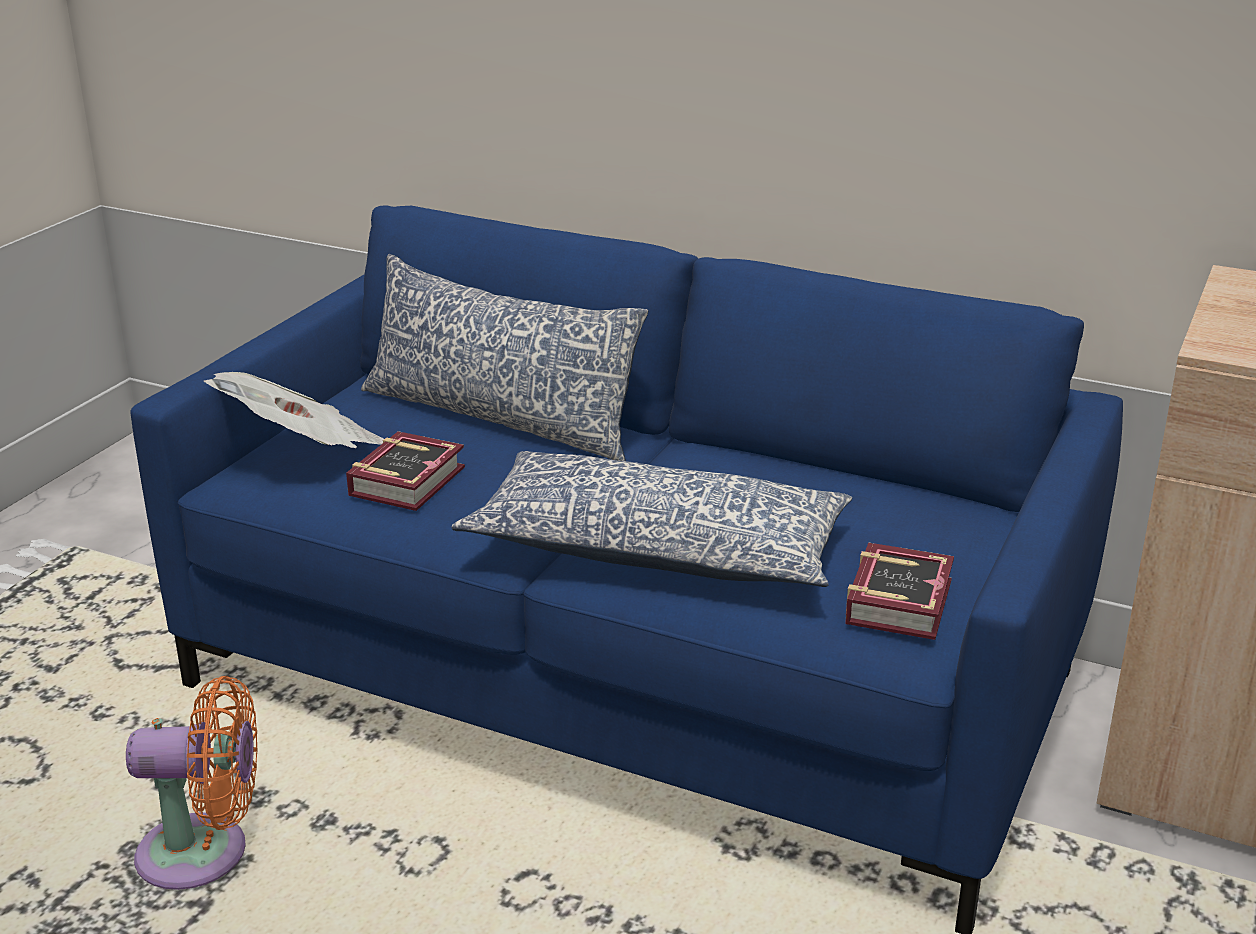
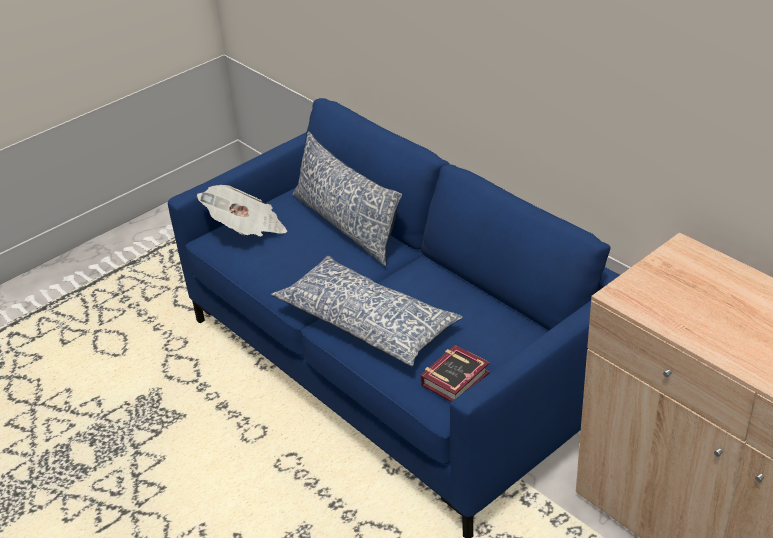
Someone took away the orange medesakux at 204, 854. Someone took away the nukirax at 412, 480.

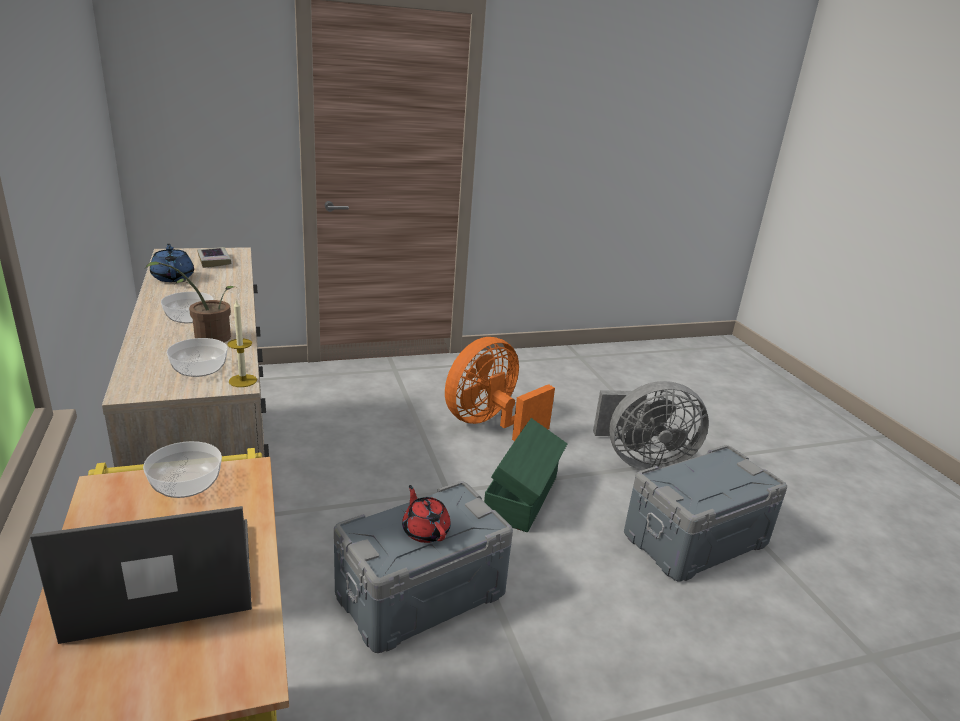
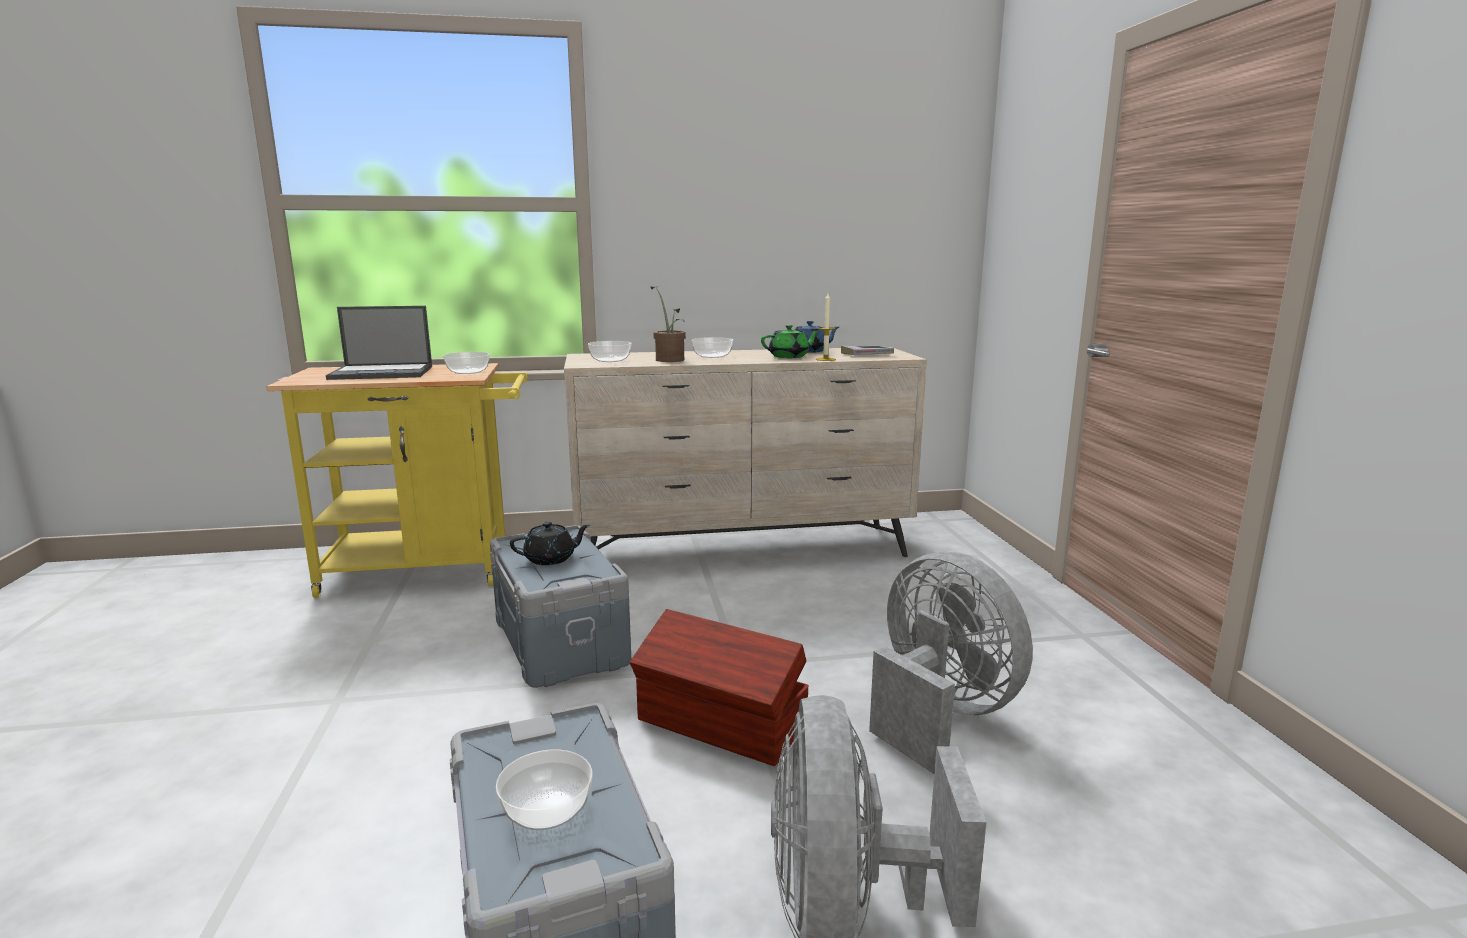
Someone rotated the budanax at 160, 579 by 90 degrees clockwise. Someone put down the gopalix at 545, 809. Someone repainted the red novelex at 425, 530, which became the black novelex at 551, 559. Someone repainted the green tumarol at 523, 497, which became the brown tumarol at 721, 725. Someone put down the green novelex at 789, 356. Someone carried the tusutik from 243, 380 to 825, 359. Someone repainted the orange medesakux at 490, 423, which became the grey medesakux at 939, 714.

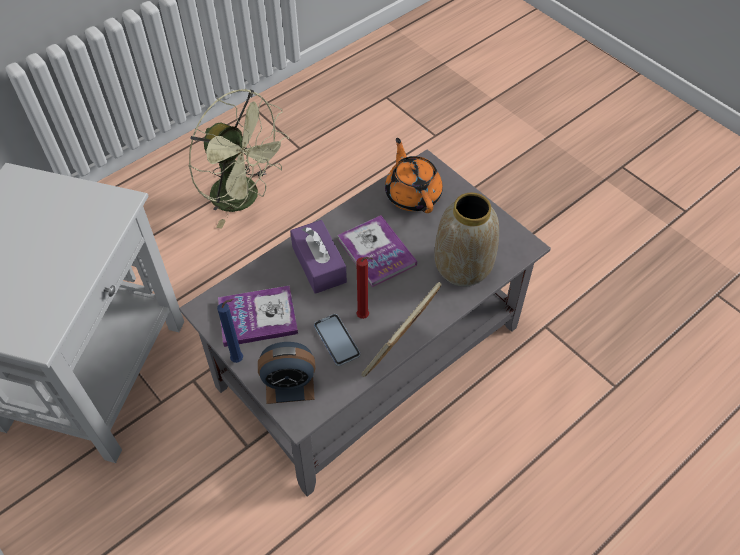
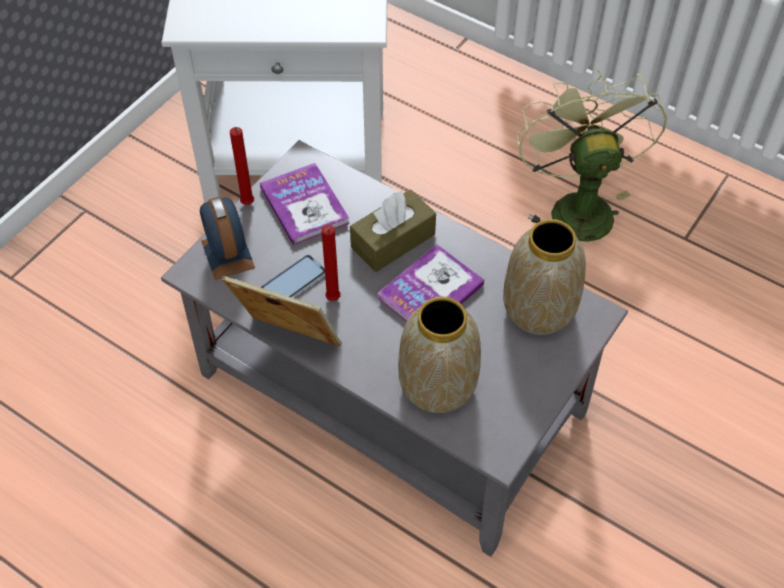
Someone repainted the blue tusutik at 239, 359, which became the red tusutik at 248, 205. Someone repainted the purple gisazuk at 319, 264, which became the brown gisazuk at 393, 241. Someone swapped the orange novelex at 412, 194 for the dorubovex at 538, 309. Someone rotated the green medesakux at 244, 198 by 150 degrees clockwise.

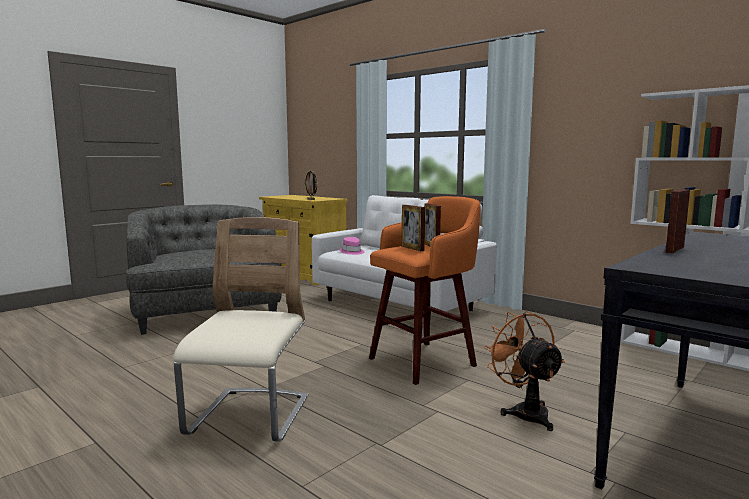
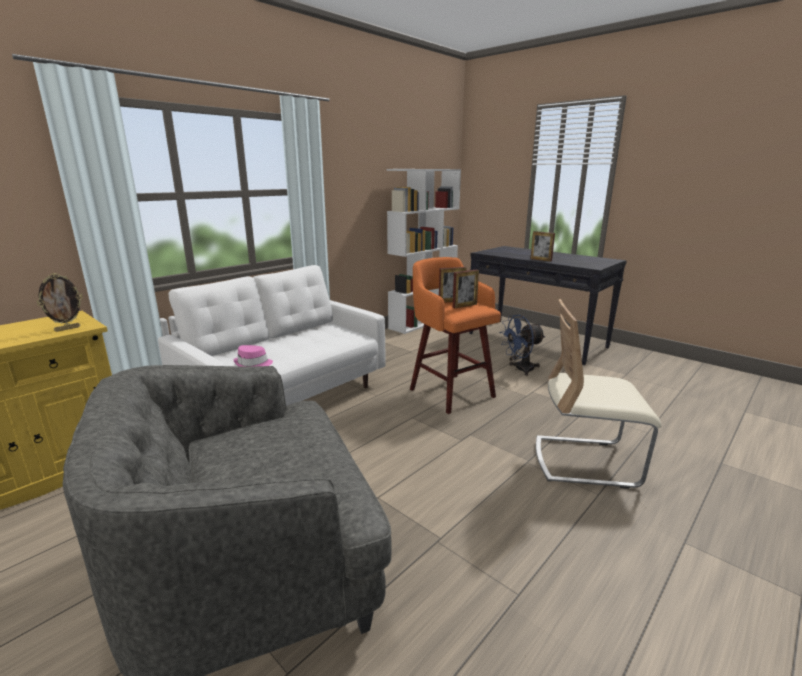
Someone repainted the orange medesakux at 525, 412, which became the blue medesakux at 520, 369.

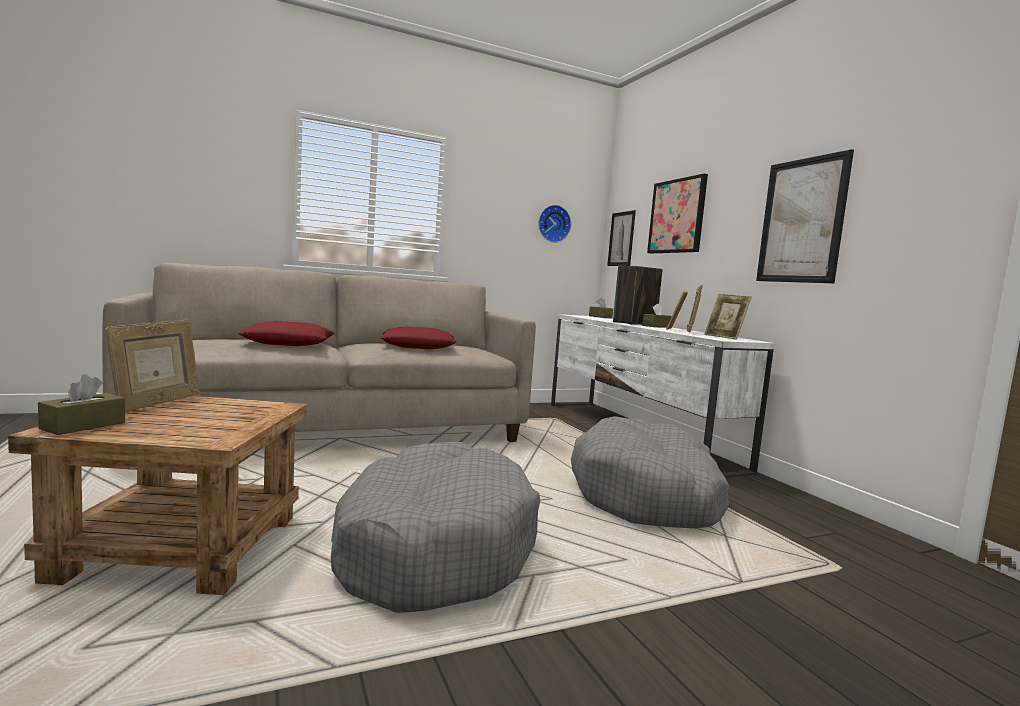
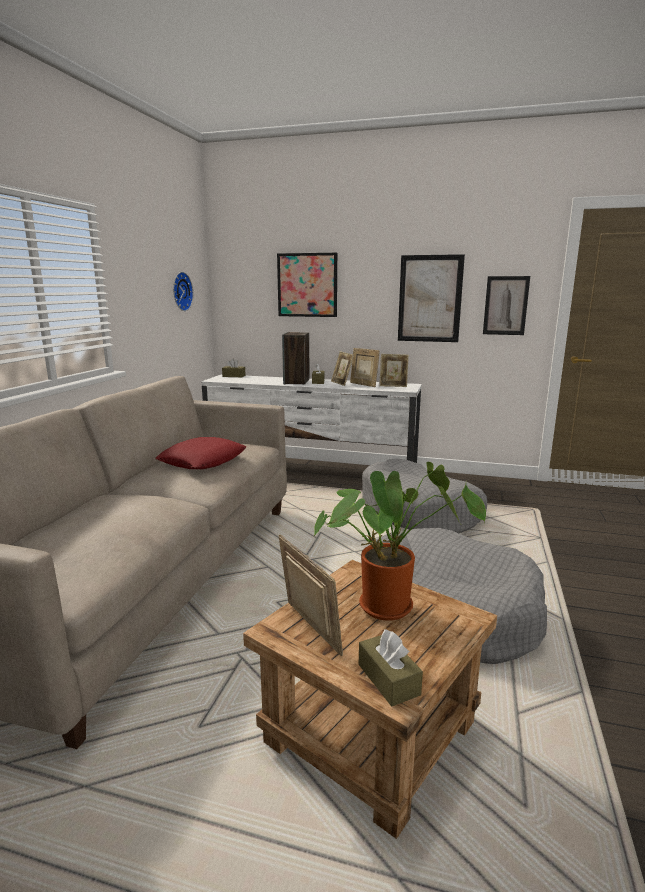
Someone put down the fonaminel at 391, 604. Someone carried the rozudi from 621, 239 to 505, 305. Someone took away the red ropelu at 288, 343.

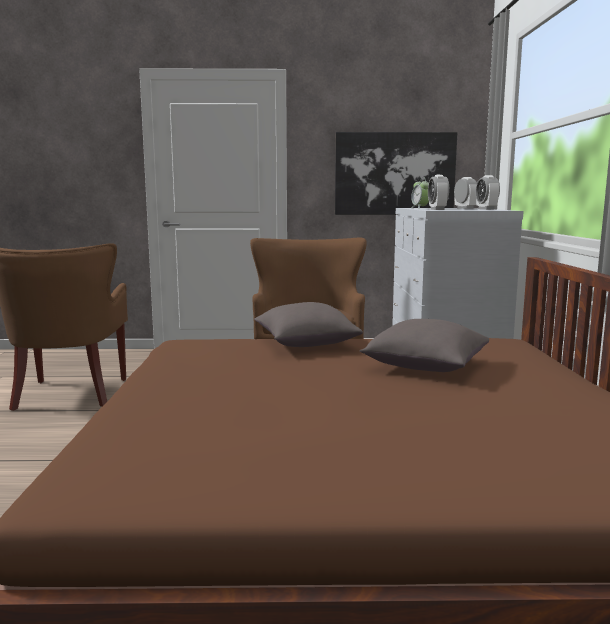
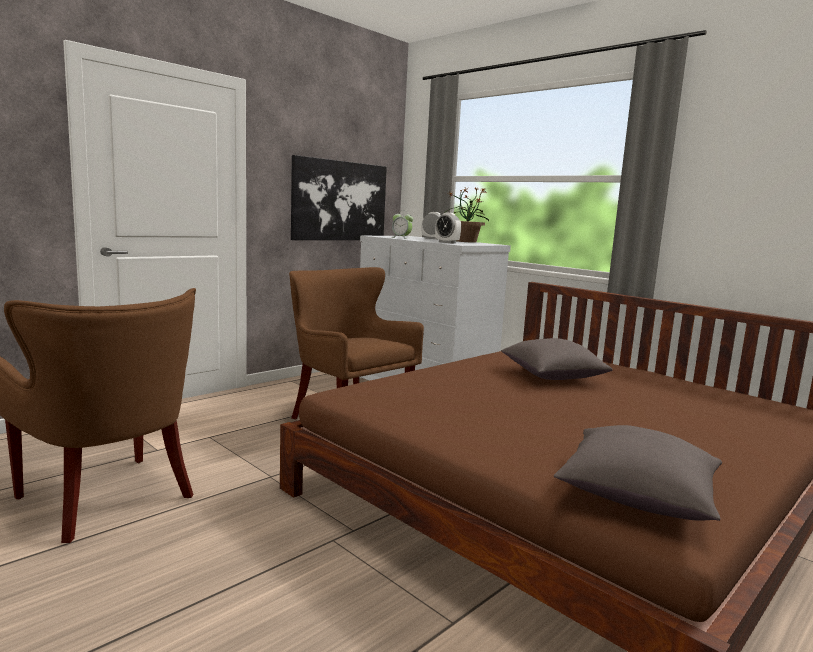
Someone swapped the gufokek at 486, 209 for the fonaminel at 465, 241. Someone carried the grey ropelu from 305, 344 to 636, 497.

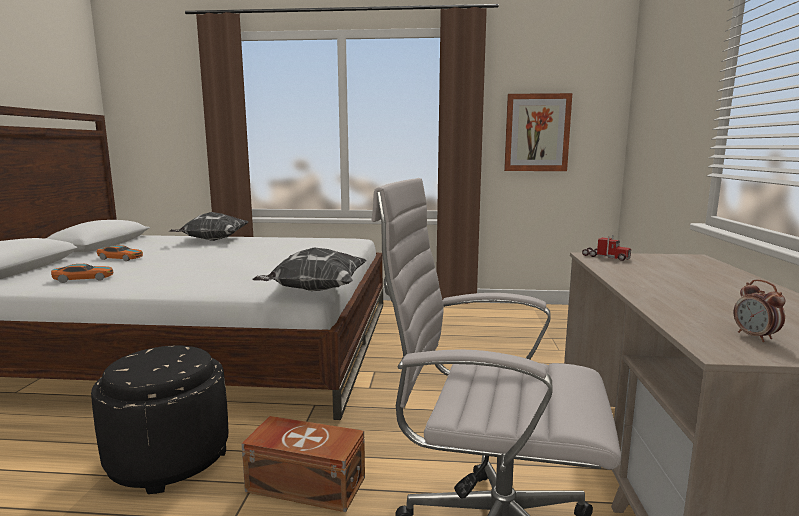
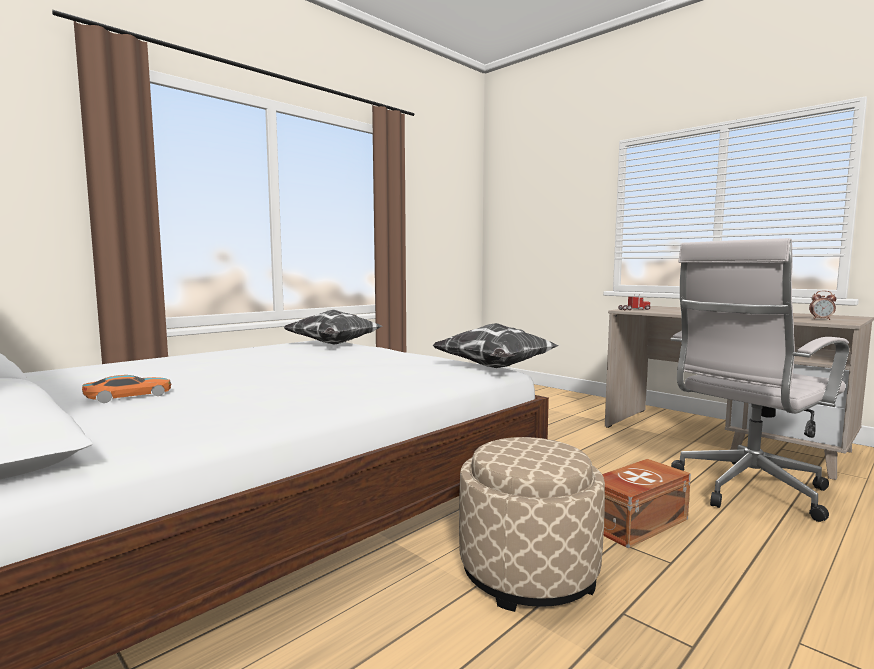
Someone carried the ropelu from 212, 240 to 334, 344. Someone repainted the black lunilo at 168, 458, which became the beige lunilo at 528, 572. Someone took away the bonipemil at 84, 279. Someone took away the rozudi at 537, 133.

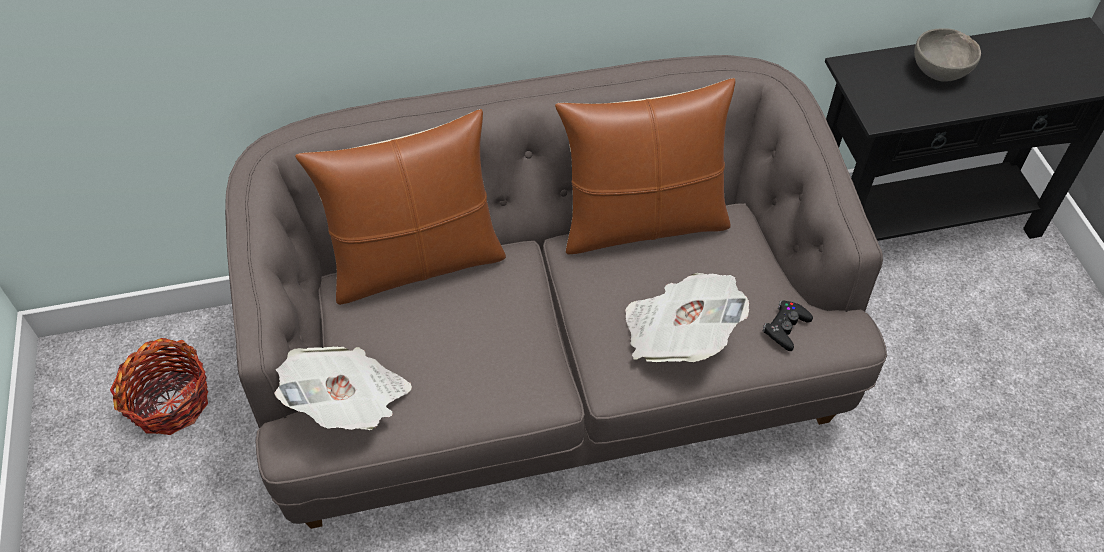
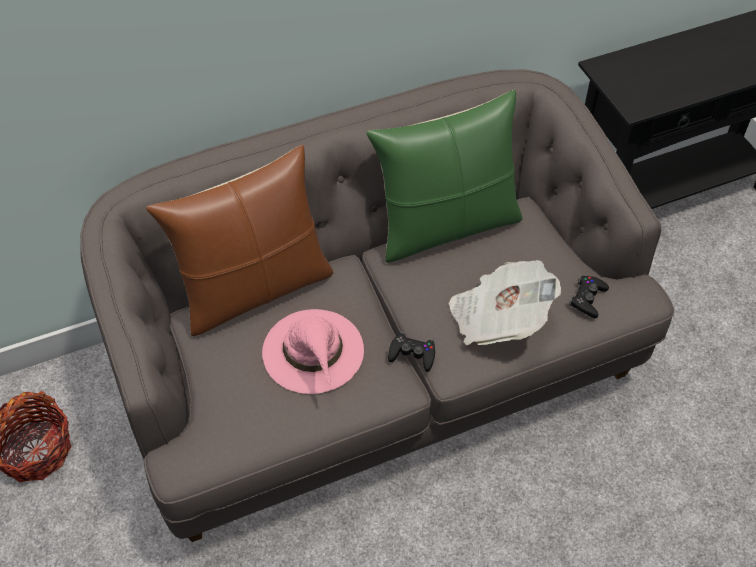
Someone put down the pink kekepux at 314, 352. Someone repainted the brown ropelu at 643, 222, which became the green ropelu at 446, 225. Someone put down the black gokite at 412, 354. Someone took away the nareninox at 350, 402. Someone took away the grey gopalix at 940, 73.

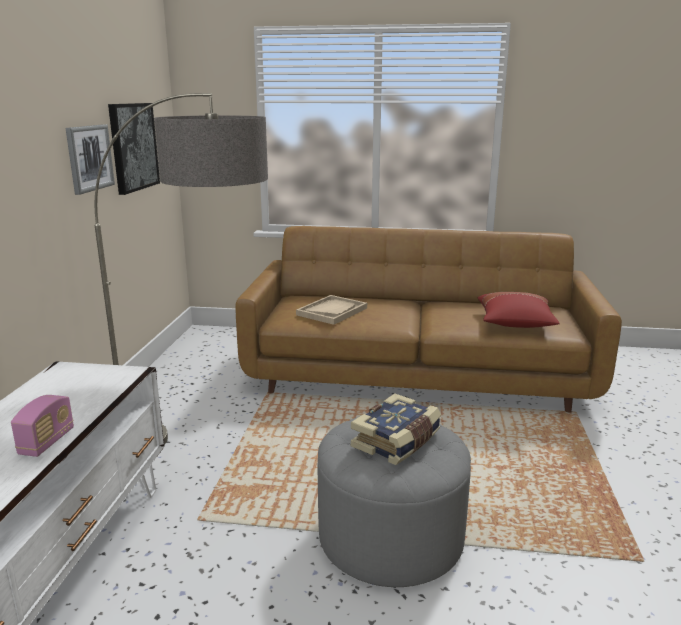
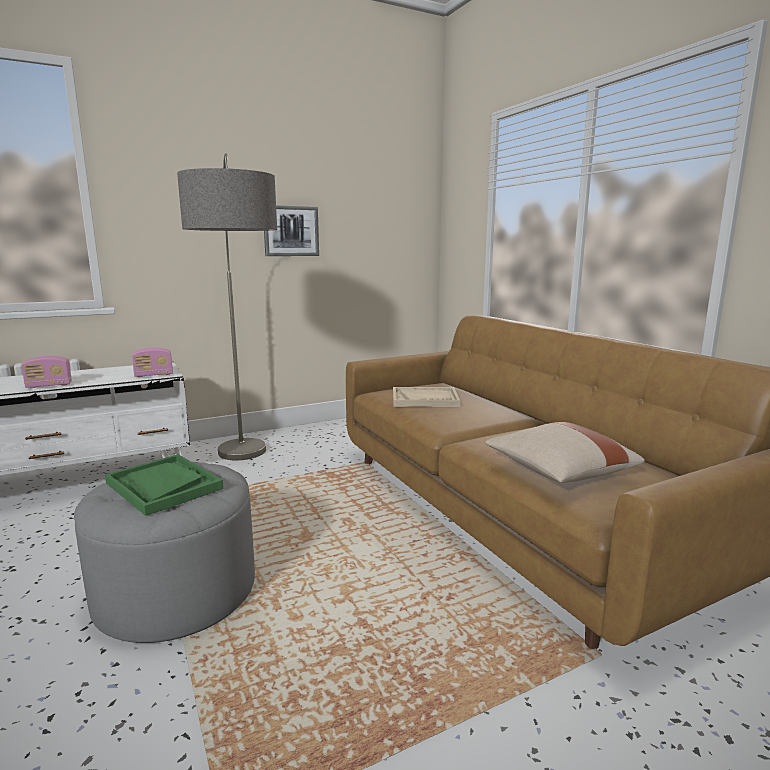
Someone swapped the nukirax at 397, 442 for the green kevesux at 163, 486. Someone put down the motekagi at 154, 375. Someone repainted the red ropelu at 515, 324, which became the beige ropelu at 558, 472. Someone took away the rozudi at 133, 147.

